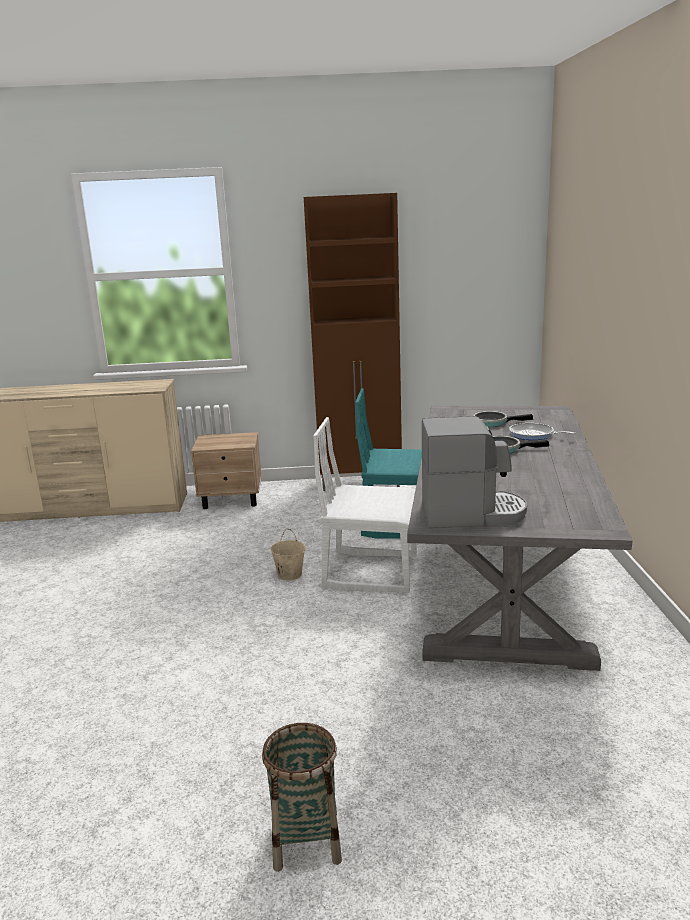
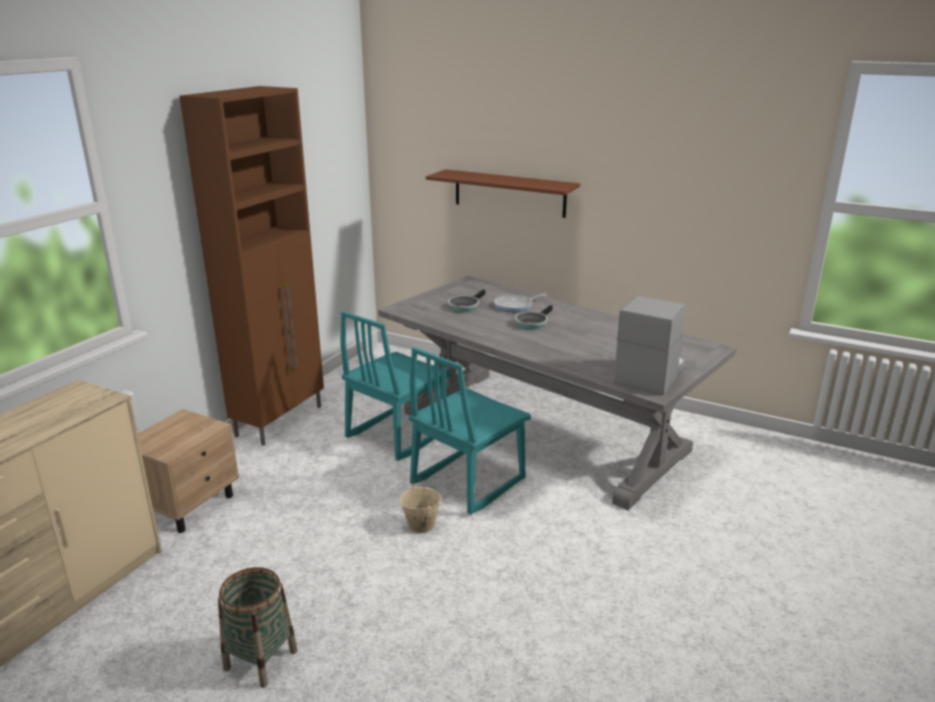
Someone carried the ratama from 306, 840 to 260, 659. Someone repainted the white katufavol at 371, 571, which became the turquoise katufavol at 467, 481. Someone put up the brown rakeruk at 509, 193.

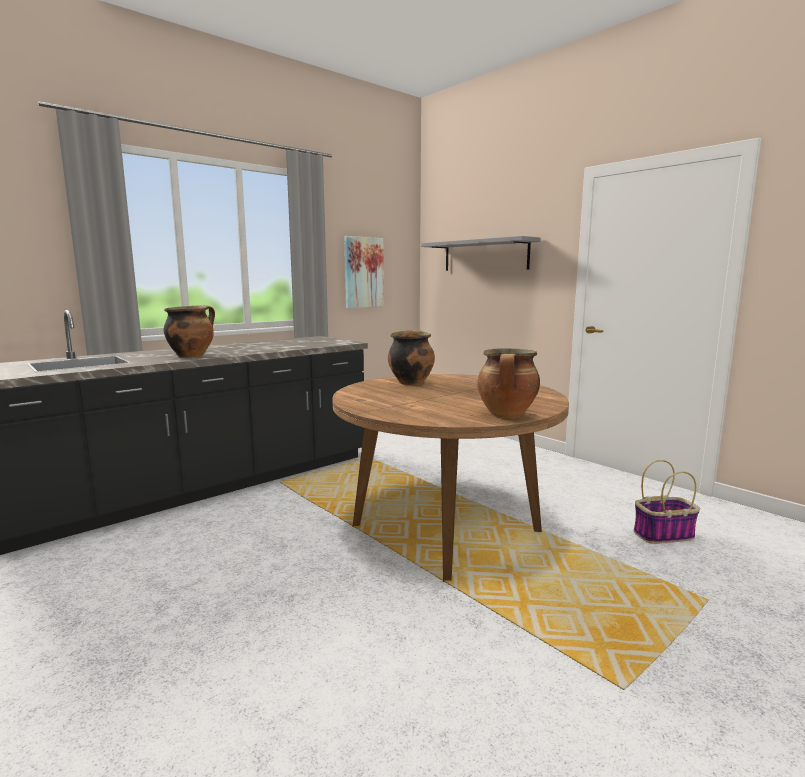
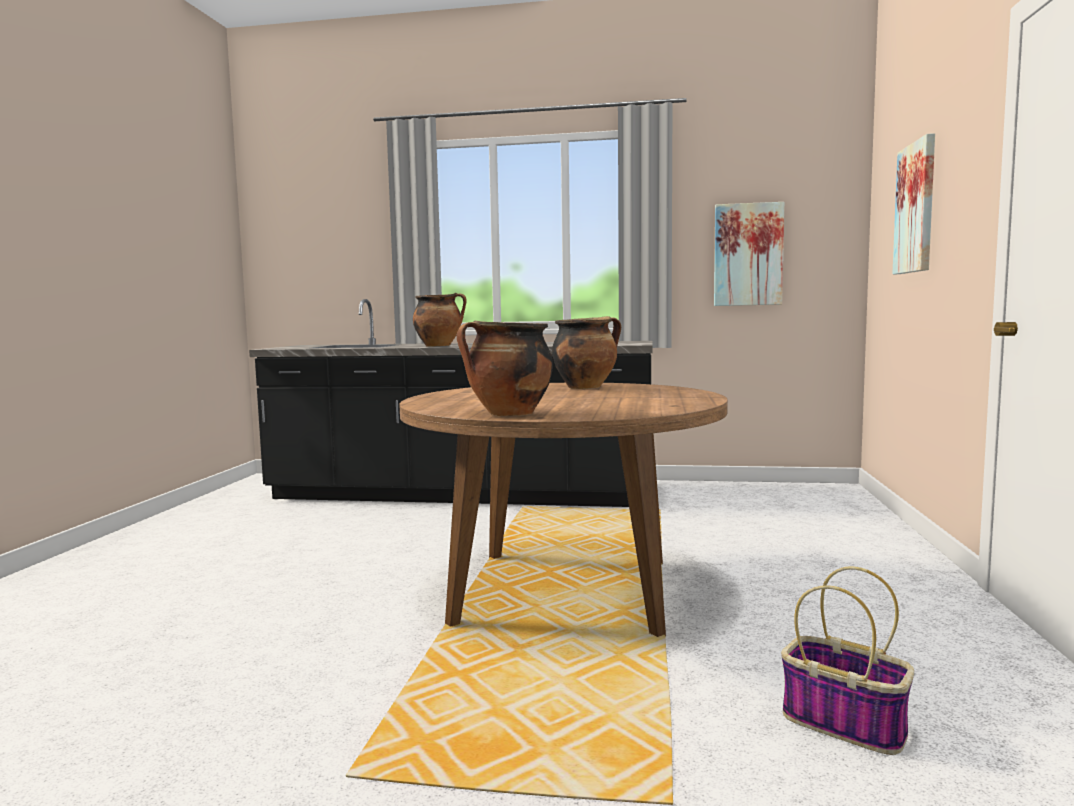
Someone swapped the grey rakeruk at 485, 255 for the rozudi at 916, 208.

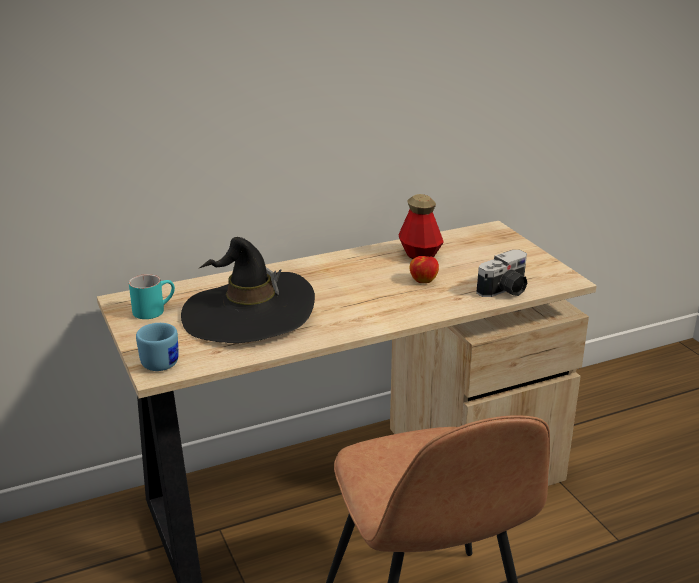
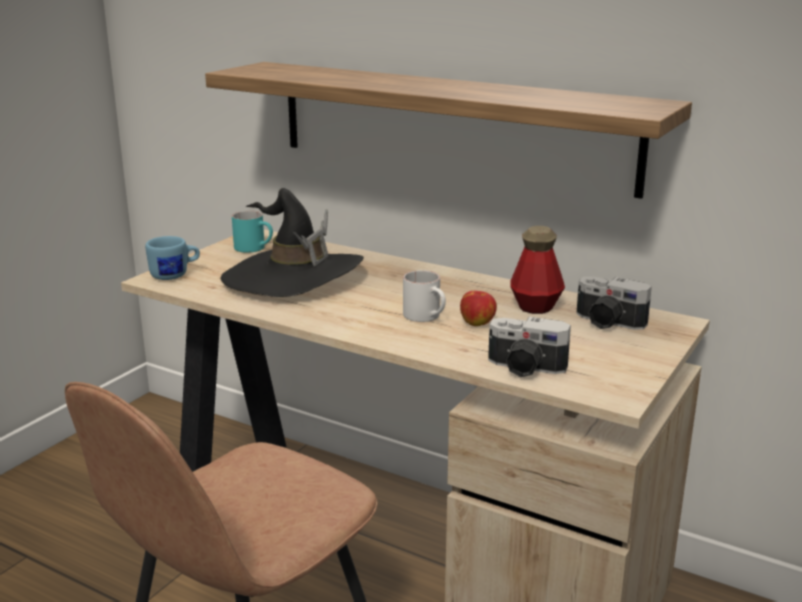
Someone put up the rakeruk at 450, 125. Someone put down the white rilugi at 427, 317. Someone put down the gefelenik at 607, 323.

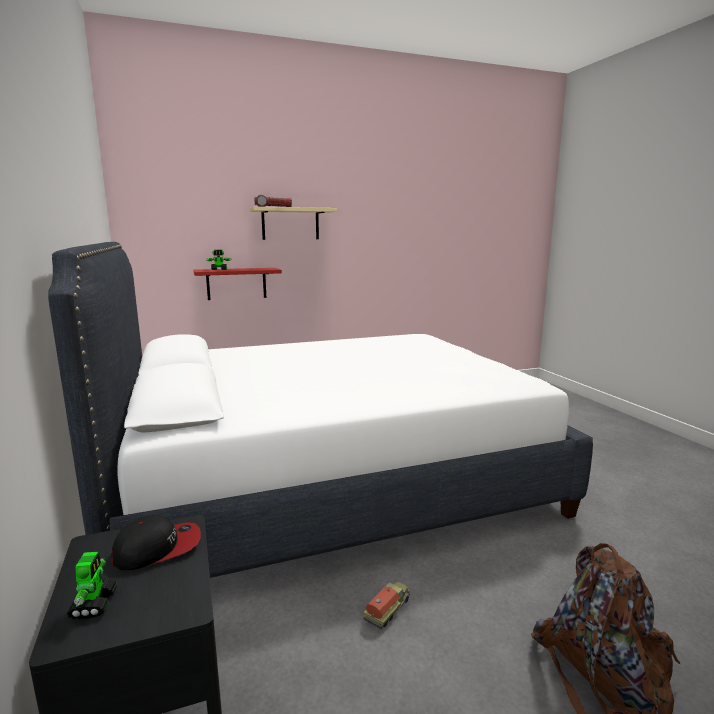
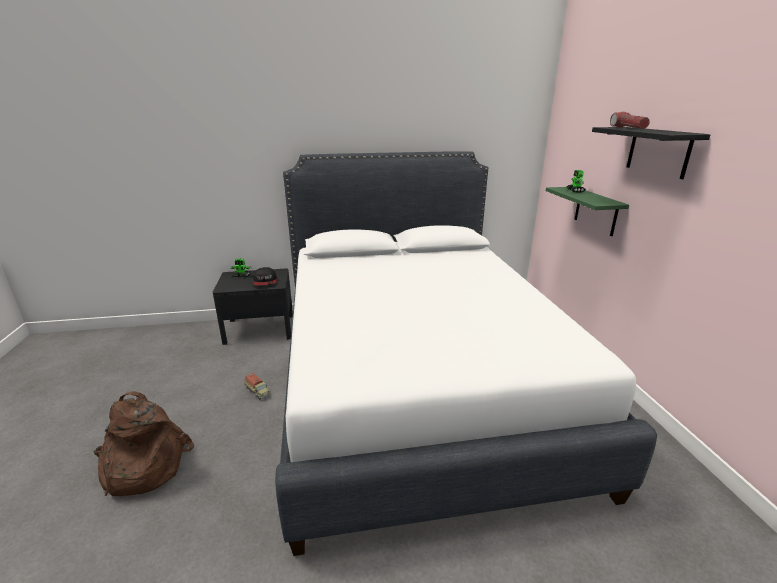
Someone repainted the red rakeruk at 236, 283, which became the green rakeruk at 596, 211. Someone repainted the beige rakeruk at 290, 224, which became the black rakeruk at 658, 151.

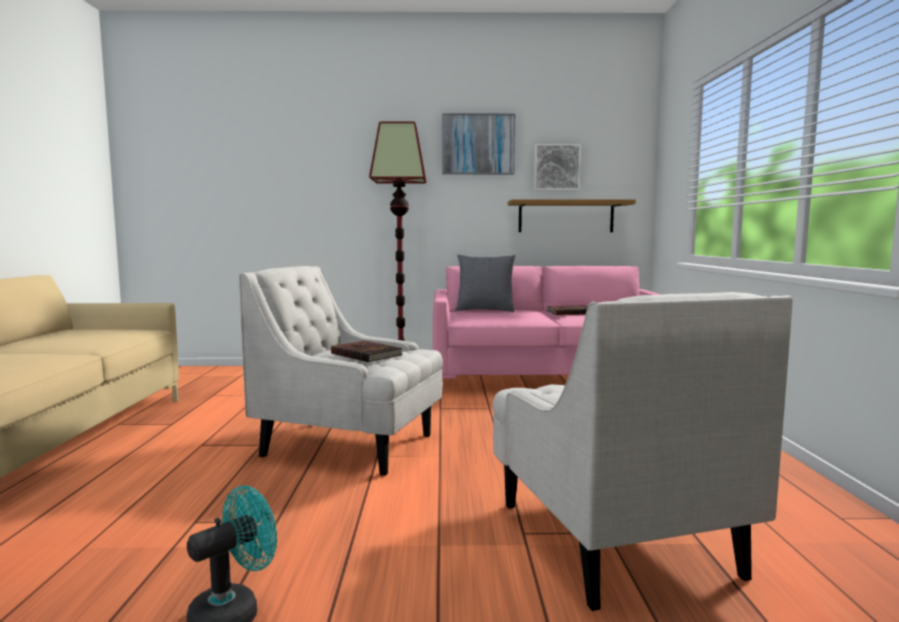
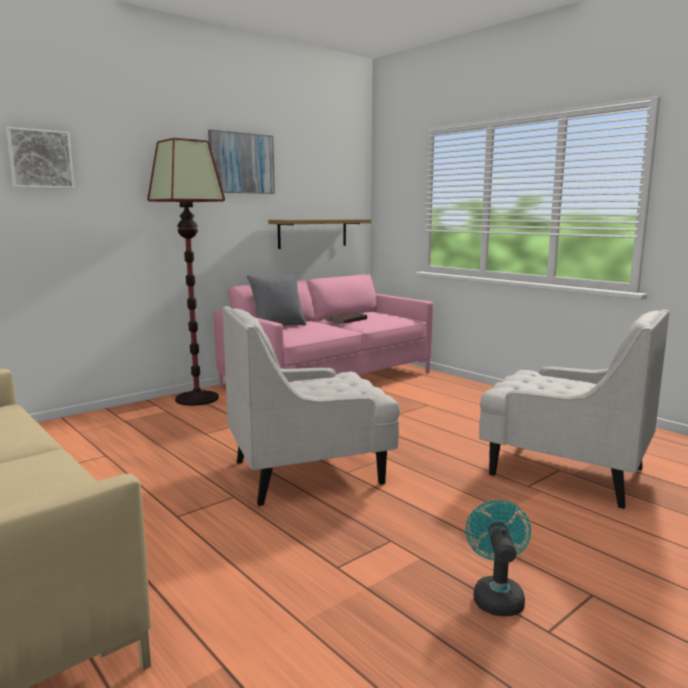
Someone carried the rozudi from 556, 167 to 40, 159. Someone took away the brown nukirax at 366, 354.

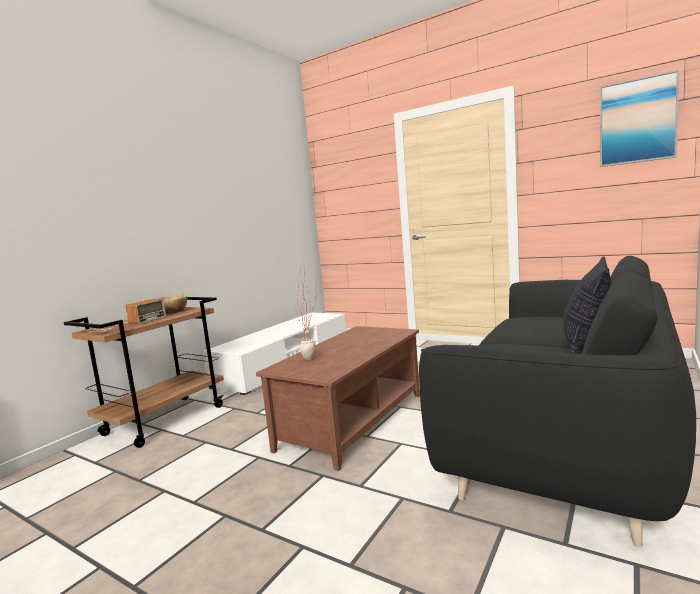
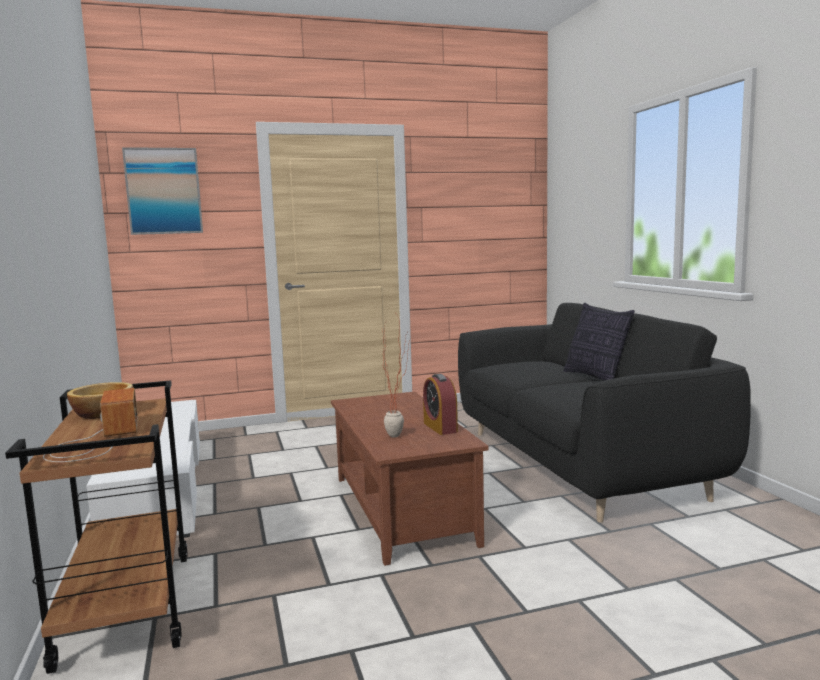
Someone carried the rozudi from 637, 121 to 163, 191. Someone put down the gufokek at 440, 427.

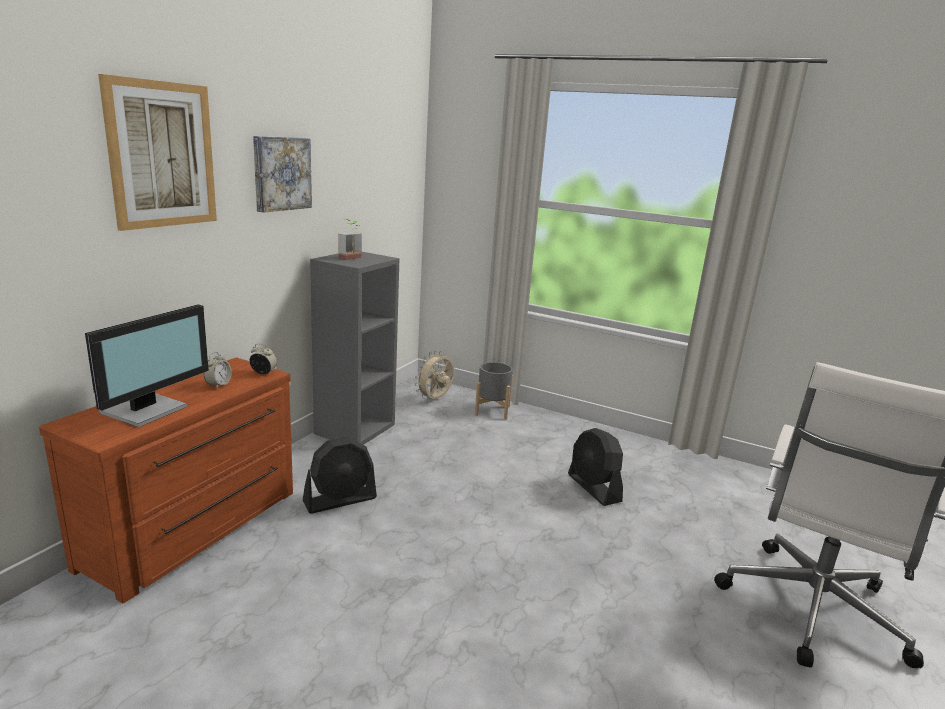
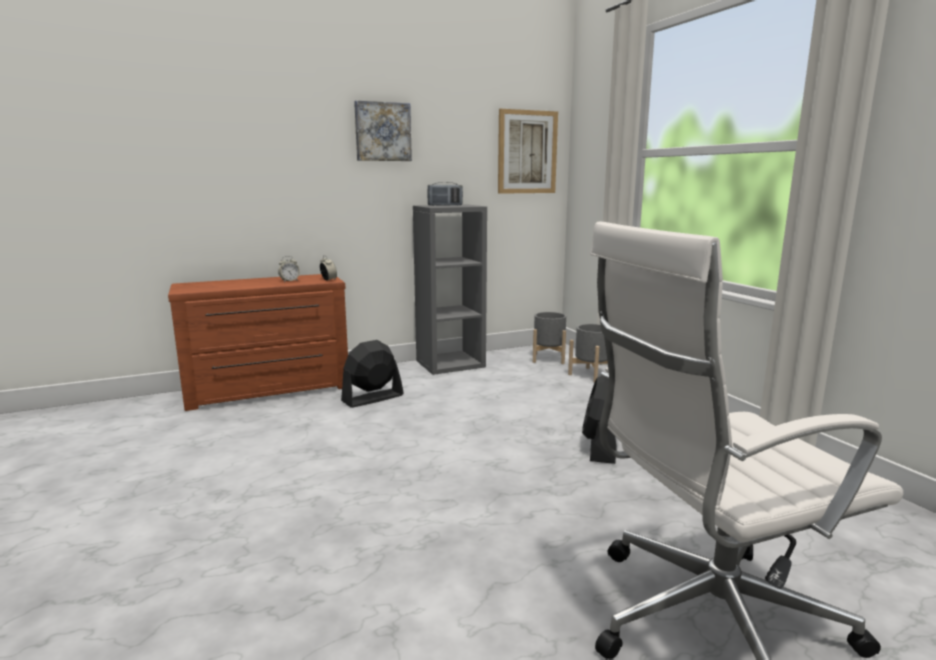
Someone rotated the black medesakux at 340, 500 by 135 degrees clockwise. Someone swapped the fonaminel at 353, 259 for the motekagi at 445, 205. Someone carried the rozudi from 162, 155 to 527, 152. Someone swapped the beige medesakux at 435, 399 for the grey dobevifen at 549, 358. Someone took away the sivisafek at 147, 410.

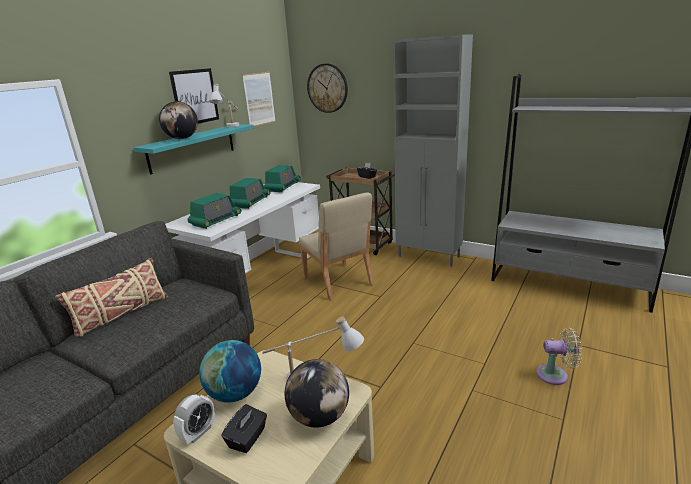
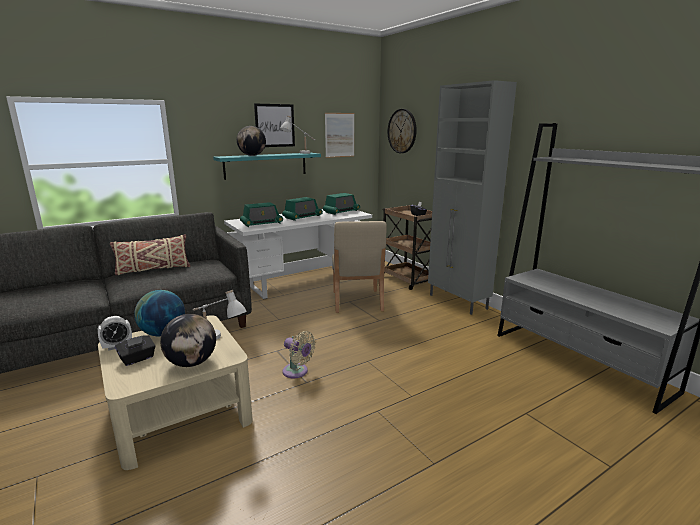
Someone carried the beige medesakux from 555, 375 to 297, 372.

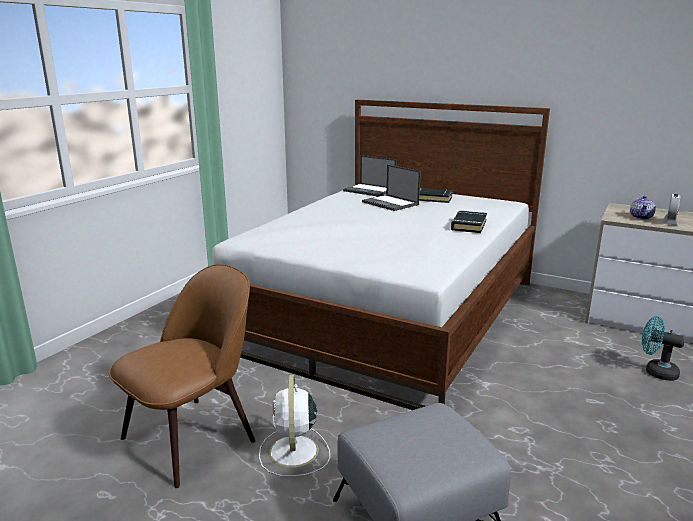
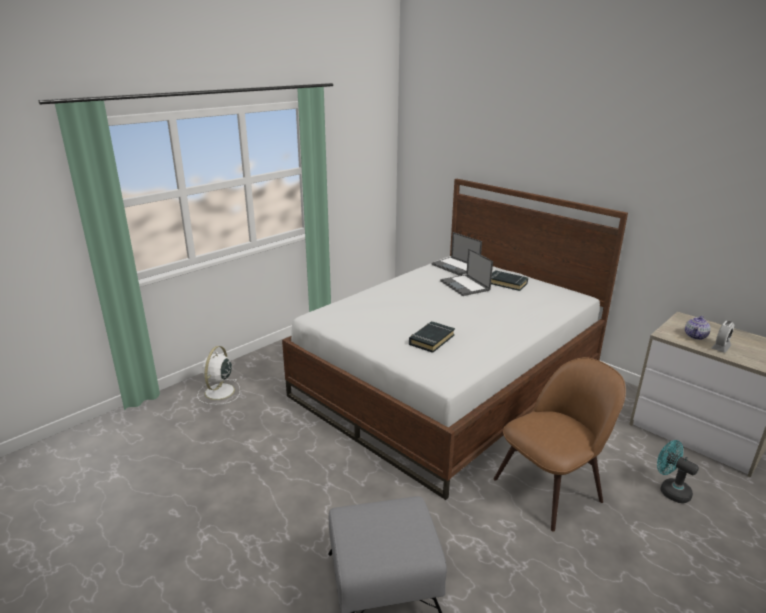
Someone carried the white medesakux from 294, 453 to 219, 392. Someone carried the black nukirax from 468, 225 to 431, 340. Someone carried the brown katufavol from 193, 436 to 550, 488.

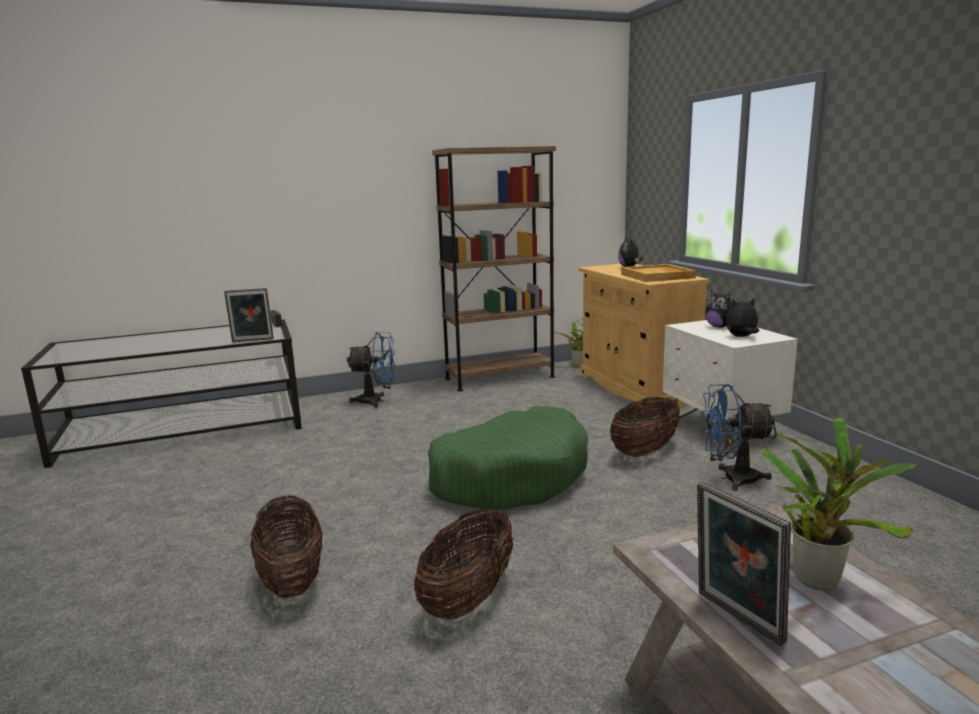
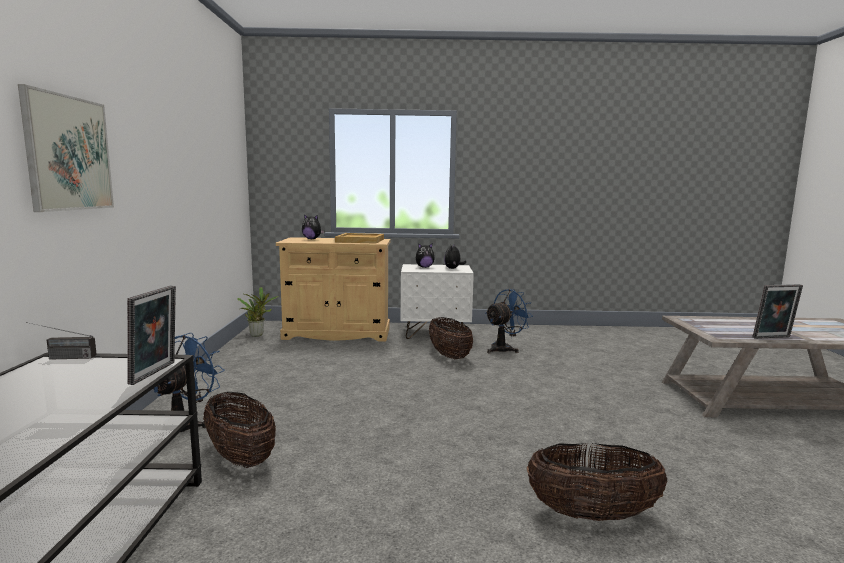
Someone put up the rozudi at 68, 153. Someone carried the ratama from 468, 598 to 240, 457. Someone rotated the blue medesakux at 731, 479 by 150 degrees counterclockwise. Someone took away the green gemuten at 510, 477. Someone took away the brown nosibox at 499, 378. Someone took away the fonaminel at 818, 577.

